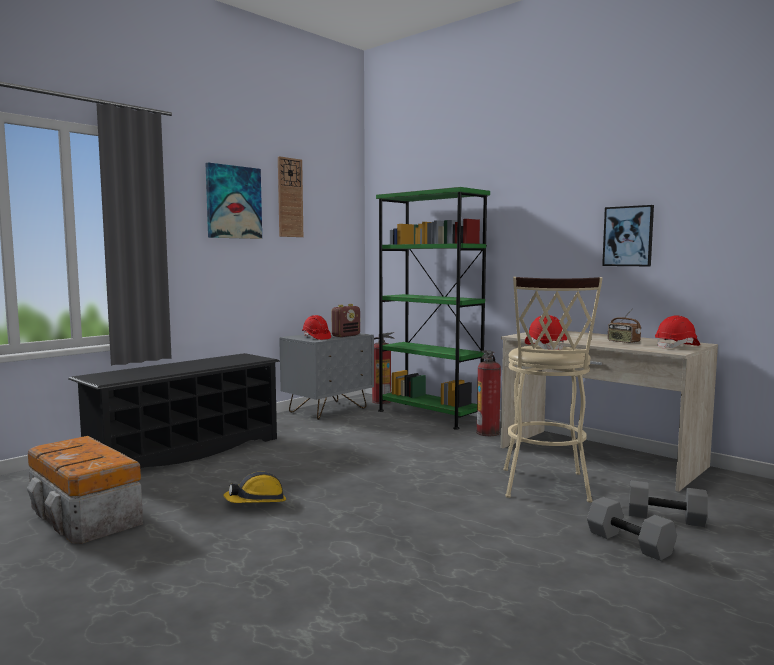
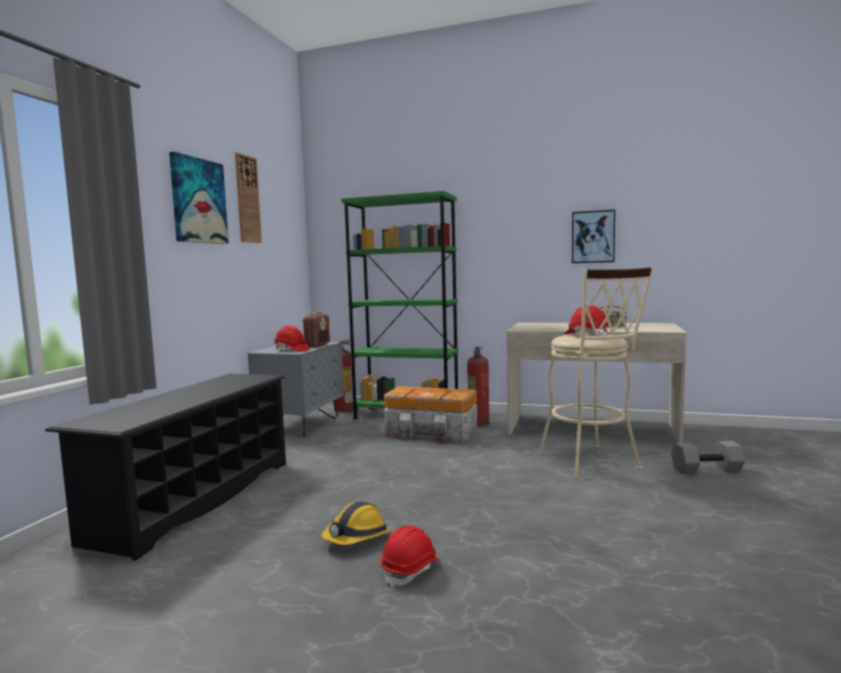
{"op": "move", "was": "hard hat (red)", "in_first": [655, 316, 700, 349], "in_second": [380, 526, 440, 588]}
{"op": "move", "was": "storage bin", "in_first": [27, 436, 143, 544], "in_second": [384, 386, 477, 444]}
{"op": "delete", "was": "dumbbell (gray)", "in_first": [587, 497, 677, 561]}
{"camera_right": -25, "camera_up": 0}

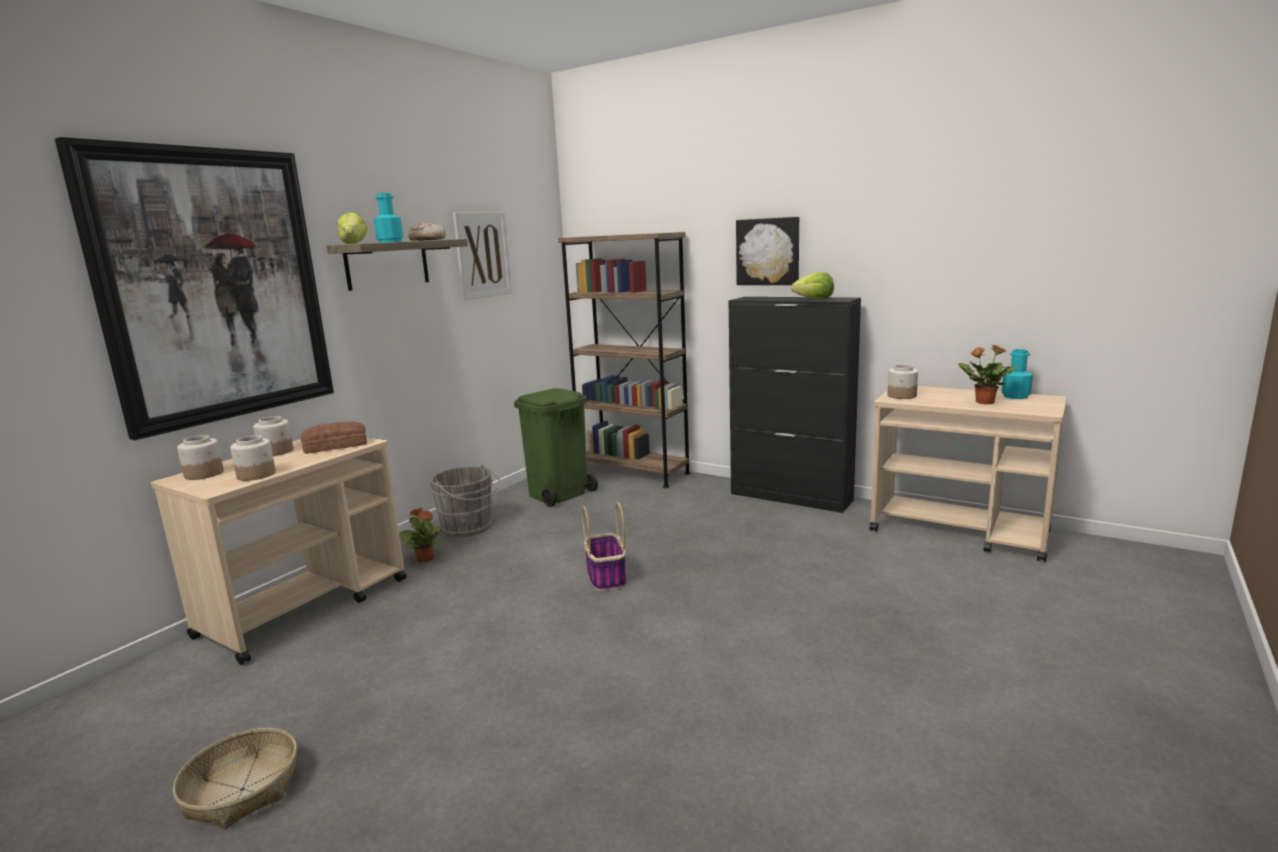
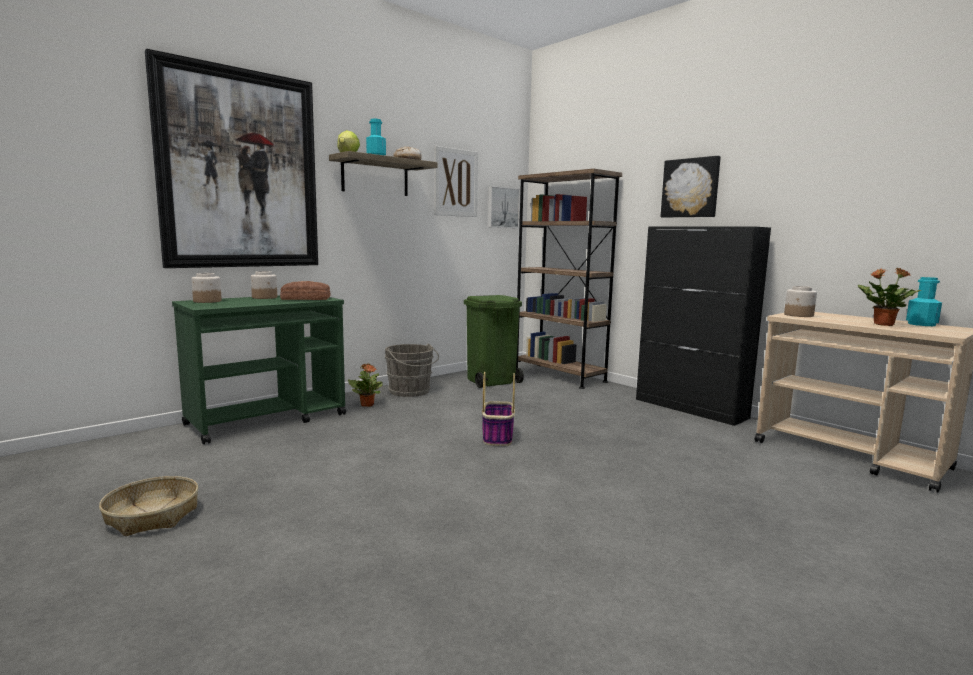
{"op": "delete", "was": "lettuce head", "in_first": [791, 272, 834, 299]}
{"op": "delete", "was": "preserve jar", "in_first": [230, 435, 276, 481]}
{"op": "recolor", "was": "cart (beige-coloured)", "now": "cart (greenish)", "in_first": [151, 437, 407, 665], "in_second": [172, 295, 346, 445]}
{"op": "insert", "now": "picture", "in_second": [488, 186, 520, 228]}
{"camera_right": 15, "camera_up": -5}

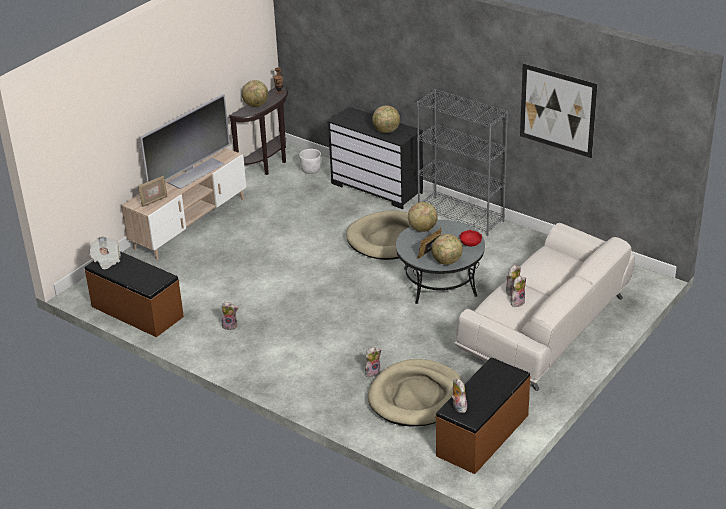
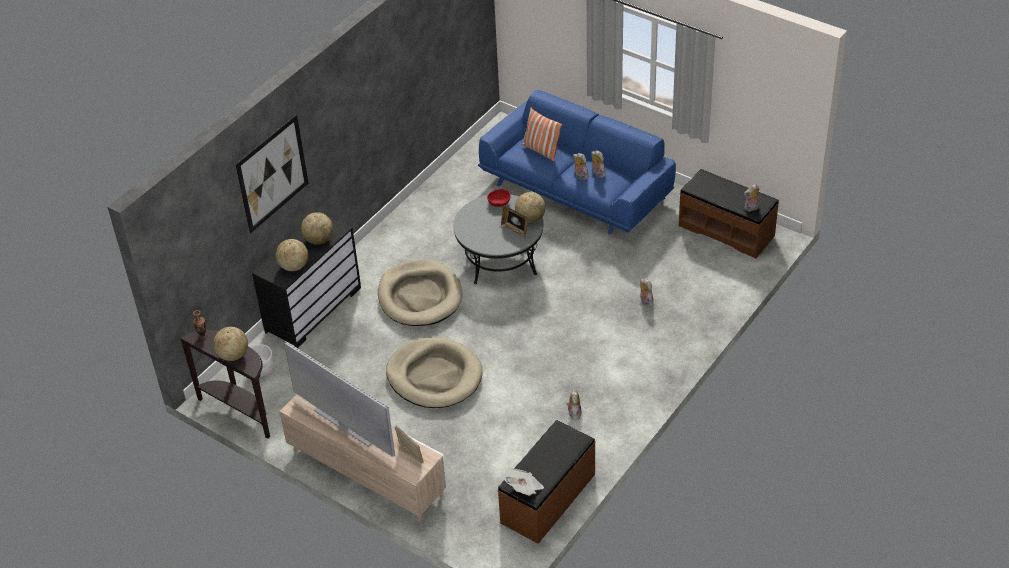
{"op": "move", "was": "picture", "in_first": [520, 64, 597, 158], "in_second": [235, 115, 308, 233]}
{"op": "delete", "was": "bookshelf (gray)", "in_first": [417, 89, 508, 236]}
{"op": "move", "was": "globe", "in_first": [408, 202, 438, 232], "in_second": [276, 239, 308, 271]}
{"op": "recolor", "was": "settee (white)", "now": "settee (blue)", "in_first": [454, 223, 635, 391], "in_second": [478, 90, 676, 234]}
{"op": "move", "was": "dog bed (beige-coloured)", "in_first": [368, 359, 462, 427], "in_second": [386, 337, 483, 408]}
{"op": "insert", "now": "cushion", "in_second": [522, 107, 562, 161]}
{"camera_right": -90, "camera_up": 10}

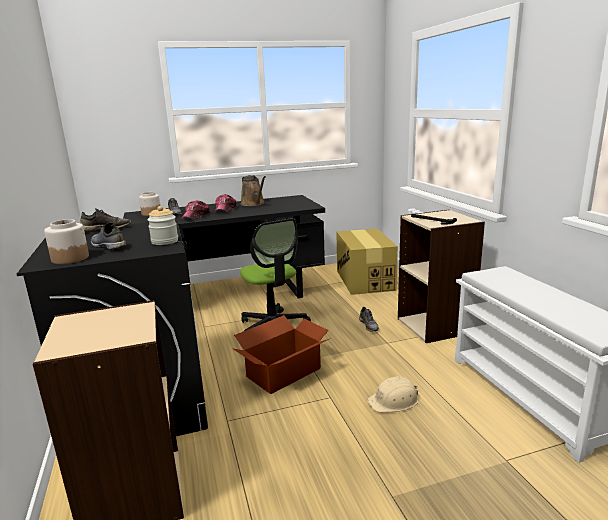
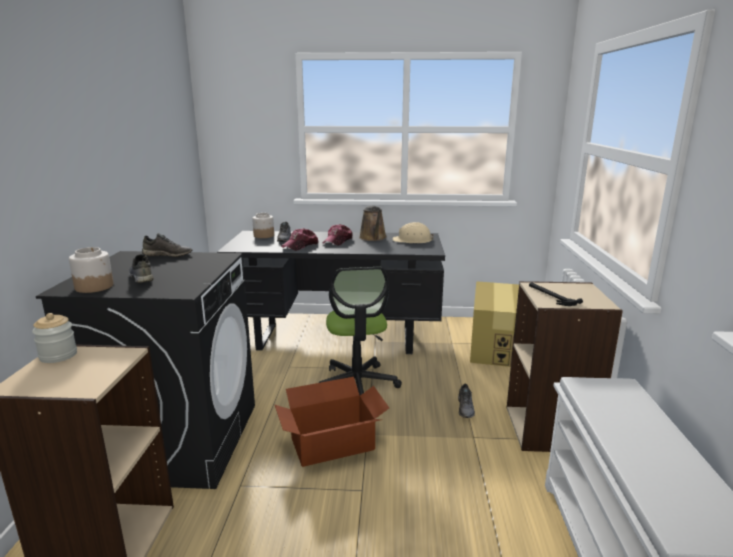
{"op": "move", "was": "preserve jar", "in_first": [147, 206, 178, 245], "in_second": [32, 313, 77, 363]}
{"op": "move", "was": "hard hat (beige-coloured)", "in_first": [367, 376, 418, 412], "in_second": [393, 222, 434, 243]}
{"camera_right": 20, "camera_up": 0}

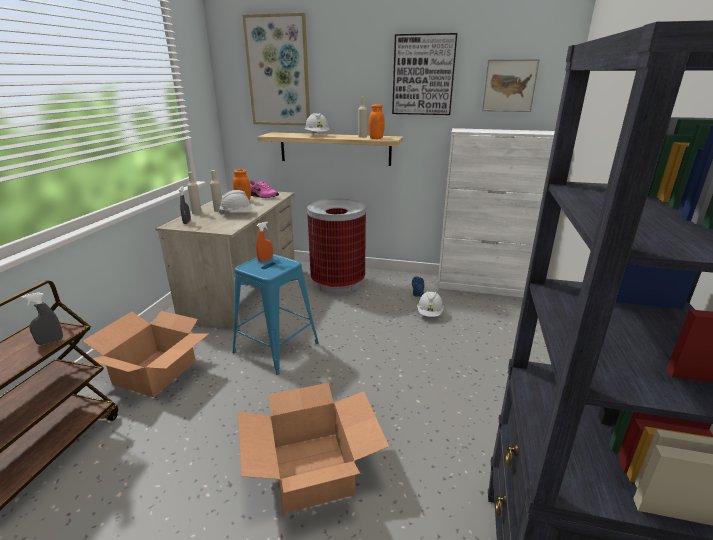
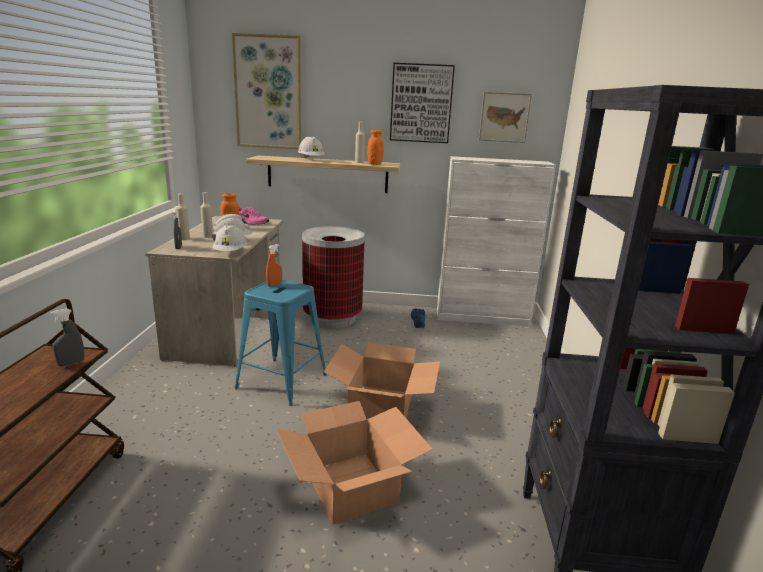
{"op": "move", "was": "hard hat (white)", "in_first": [417, 291, 444, 317], "in_second": [213, 225, 248, 251]}
{"op": "move", "was": "carton", "in_first": [83, 311, 209, 397], "in_second": [324, 343, 440, 419]}
{"camera_right": -10, "camera_up": -5}

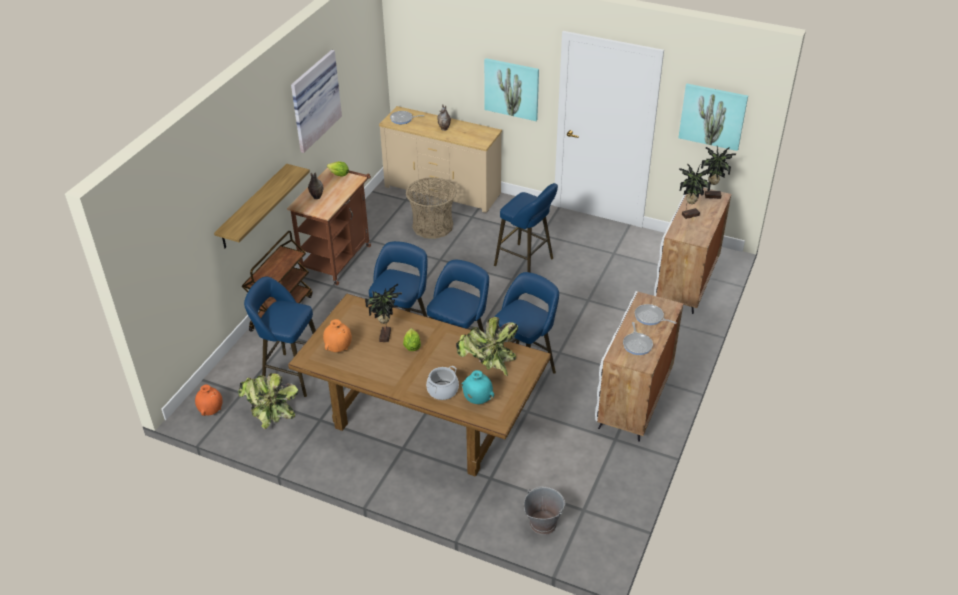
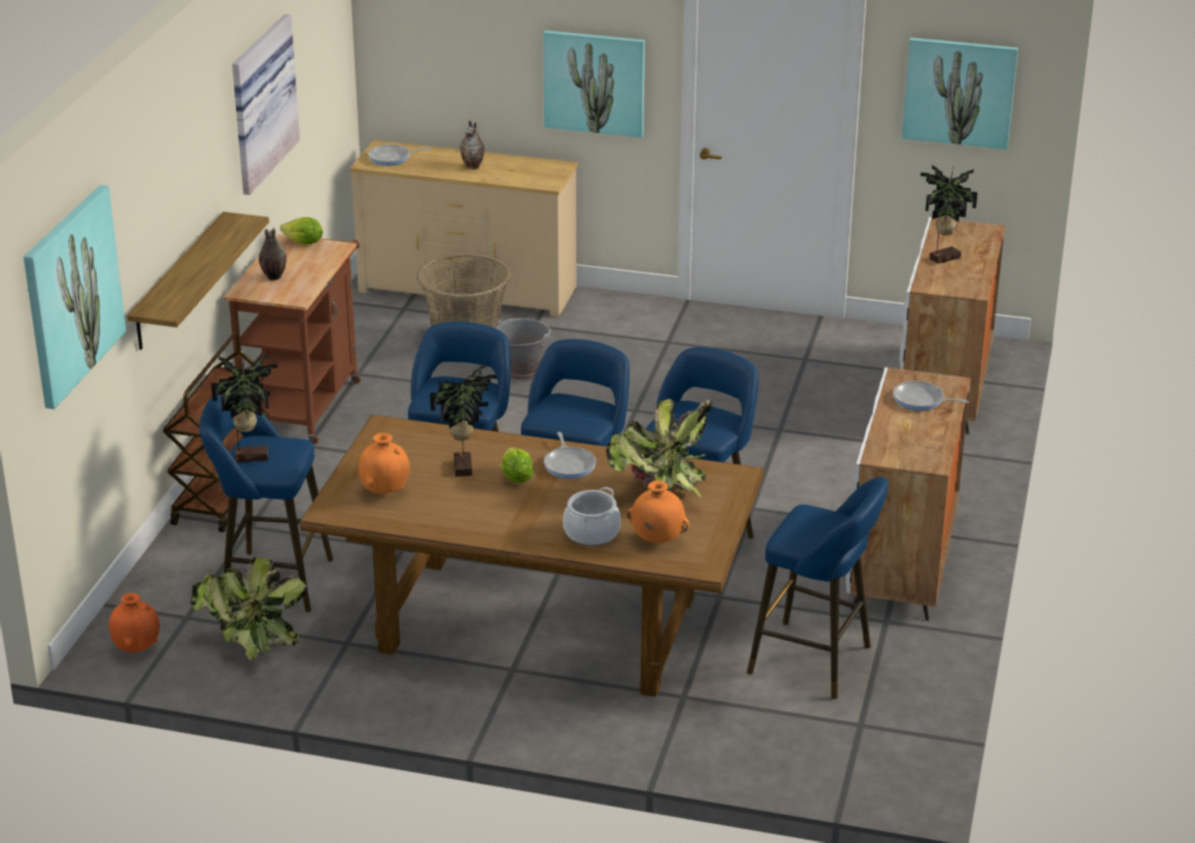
{"op": "move", "was": "plant in a pot", "in_first": [701, 146, 736, 199], "in_second": [211, 353, 278, 462]}
{"op": "move", "was": "stool (blue)", "in_first": [494, 183, 558, 272], "in_second": [747, 477, 889, 699]}
{"op": "move", "was": "skillet", "in_first": [623, 322, 653, 355], "in_second": [544, 432, 596, 479]}
{"op": "recolor", "was": "decorative vase (blue-green)", "now": "decorative vase (orangey)", "in_first": [461, 370, 494, 404], "in_second": [627, 481, 689, 543]}
{"op": "move", "was": "bucket (gray)", "in_first": [524, 486, 565, 535], "in_second": [496, 318, 551, 381]}
{"op": "insert", "now": "picture", "in_second": [24, 185, 126, 409]}
{"camera_right": -10, "camera_up": -10}

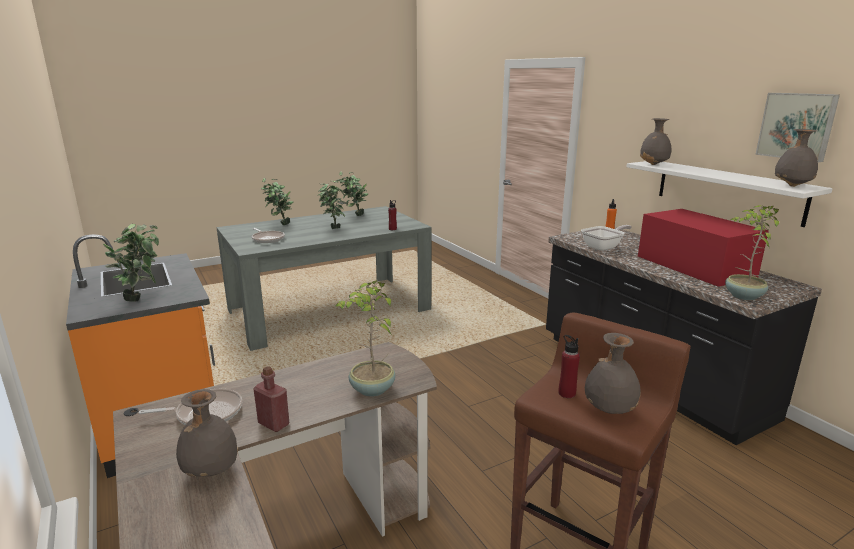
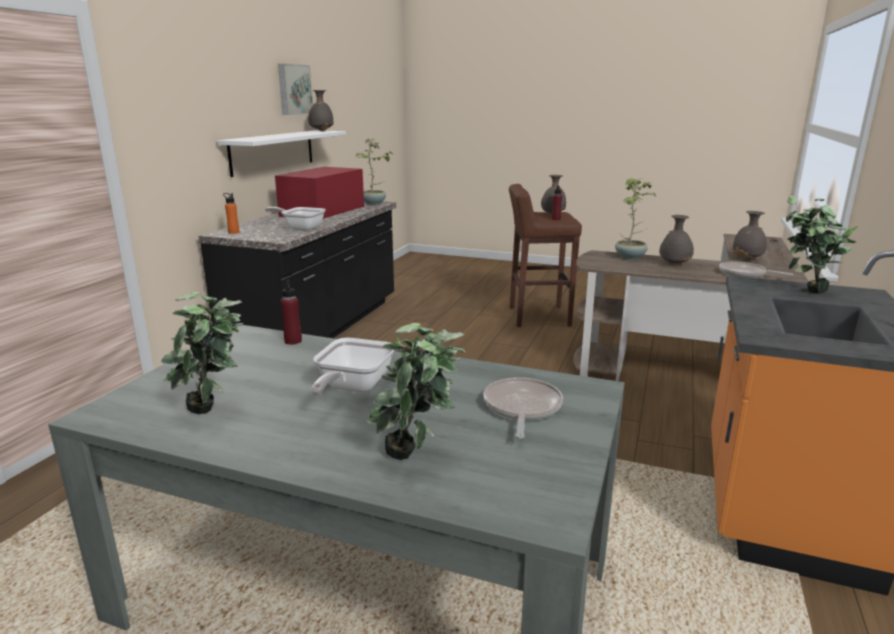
{"op": "move", "was": "decorative vase (gray)", "in_first": [640, 118, 672, 165], "in_second": [659, 215, 694, 266]}
{"op": "replace", "was": "plant in a pot", "now": "skillet", "in_first": [317, 179, 347, 229], "in_second": [311, 338, 394, 395]}
{"op": "delete", "was": "bottle (red)", "in_first": [253, 367, 289, 432]}
{"camera_right": -130, "camera_up": 0}

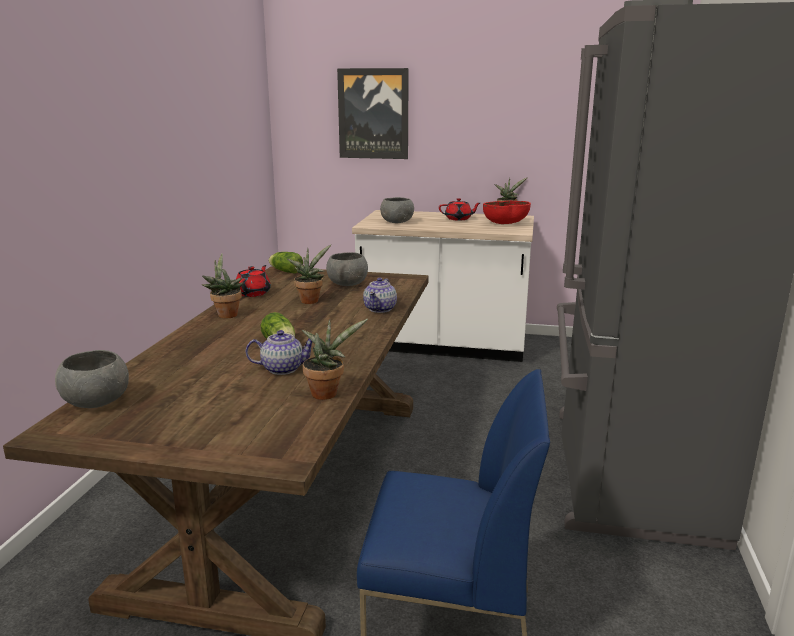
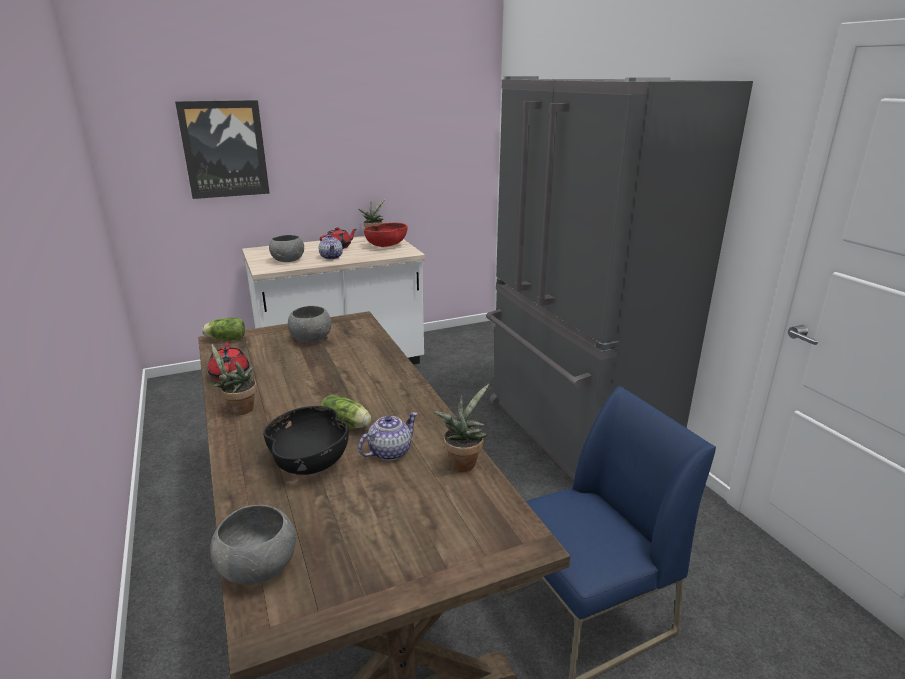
{"op": "delete", "was": "plant in a pot", "in_first": [287, 244, 331, 304]}
{"op": "move", "was": "pot for tea", "in_first": [363, 278, 397, 313], "in_second": [319, 235, 343, 260]}
{"op": "insert", "now": "deep dish (black-coloured)", "in_second": [263, 406, 349, 475]}
{"camera_right": -35, "camera_up": 5}

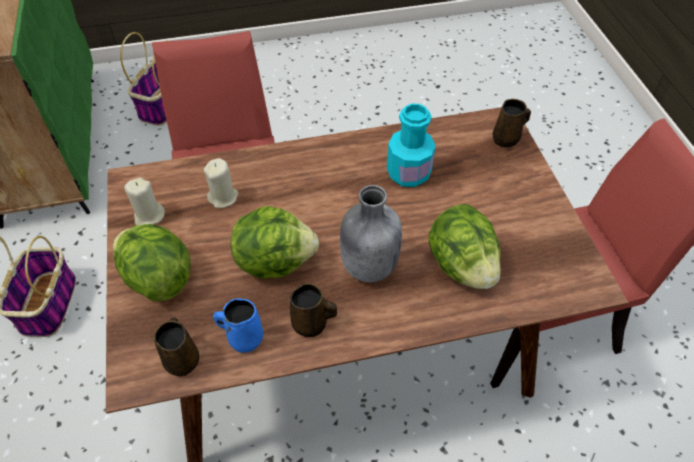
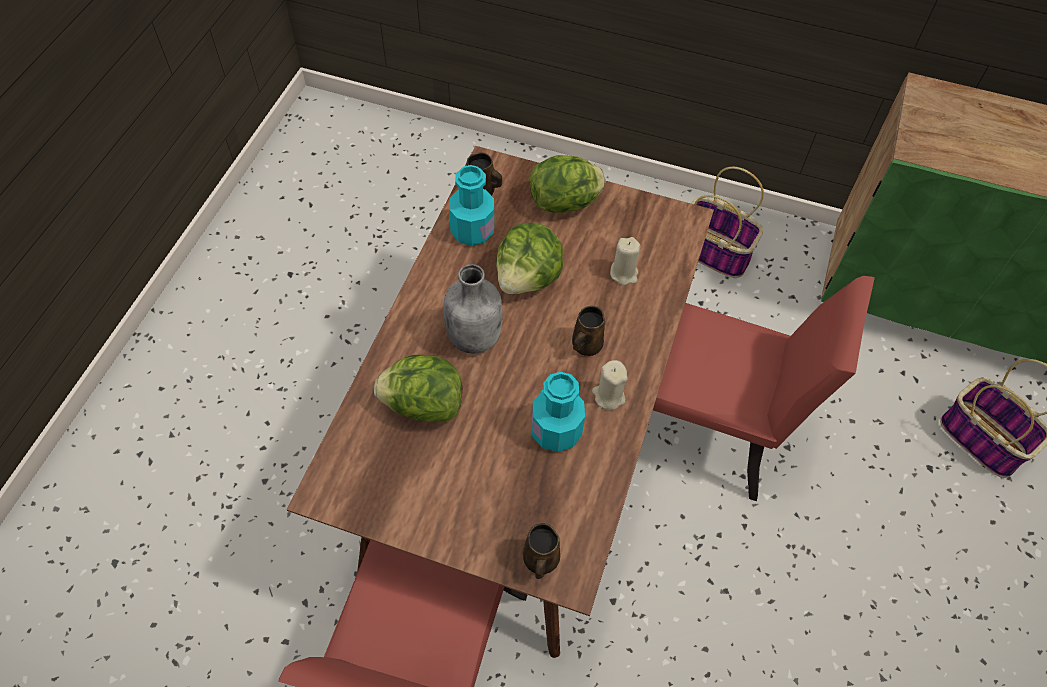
{"op": "move", "was": "candle (beige-coloured)", "in_first": [124, 177, 165, 225], "in_second": [592, 360, 628, 411]}
{"op": "move", "was": "mug (brown)", "in_first": [290, 283, 337, 337], "in_second": [572, 306, 605, 356]}
{"op": "replace", "was": "mug (blue)", "now": "bottle (blue-green)", "in_first": [213, 298, 263, 353], "in_second": [449, 165, 494, 246]}
{"camera_right": 120, "camera_up": 5}

